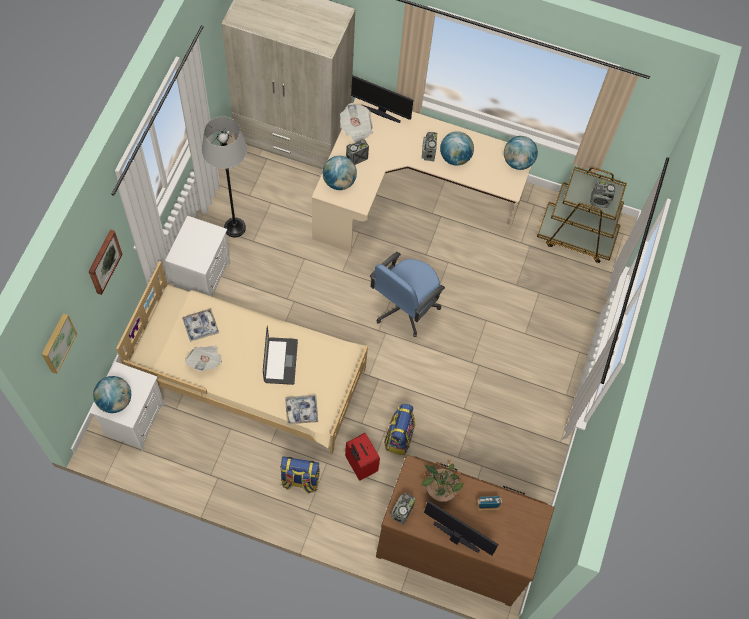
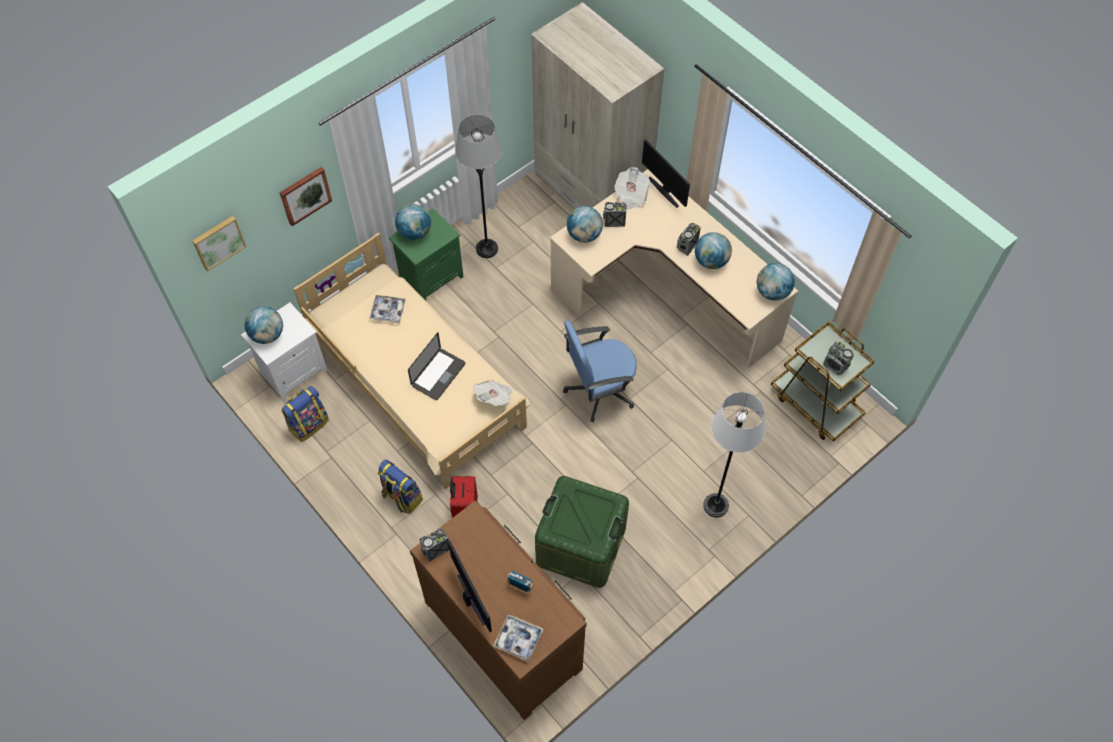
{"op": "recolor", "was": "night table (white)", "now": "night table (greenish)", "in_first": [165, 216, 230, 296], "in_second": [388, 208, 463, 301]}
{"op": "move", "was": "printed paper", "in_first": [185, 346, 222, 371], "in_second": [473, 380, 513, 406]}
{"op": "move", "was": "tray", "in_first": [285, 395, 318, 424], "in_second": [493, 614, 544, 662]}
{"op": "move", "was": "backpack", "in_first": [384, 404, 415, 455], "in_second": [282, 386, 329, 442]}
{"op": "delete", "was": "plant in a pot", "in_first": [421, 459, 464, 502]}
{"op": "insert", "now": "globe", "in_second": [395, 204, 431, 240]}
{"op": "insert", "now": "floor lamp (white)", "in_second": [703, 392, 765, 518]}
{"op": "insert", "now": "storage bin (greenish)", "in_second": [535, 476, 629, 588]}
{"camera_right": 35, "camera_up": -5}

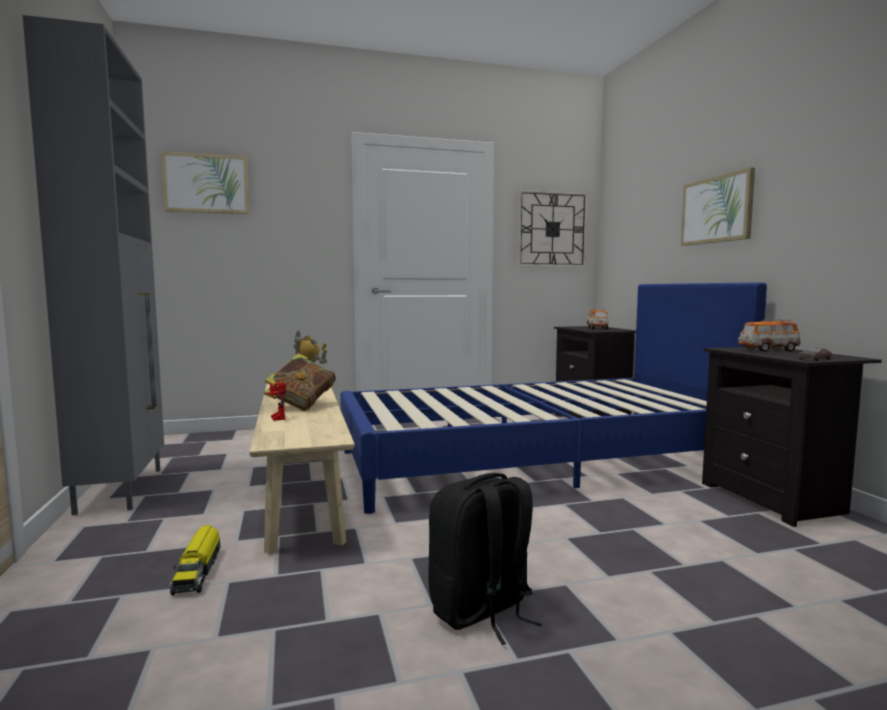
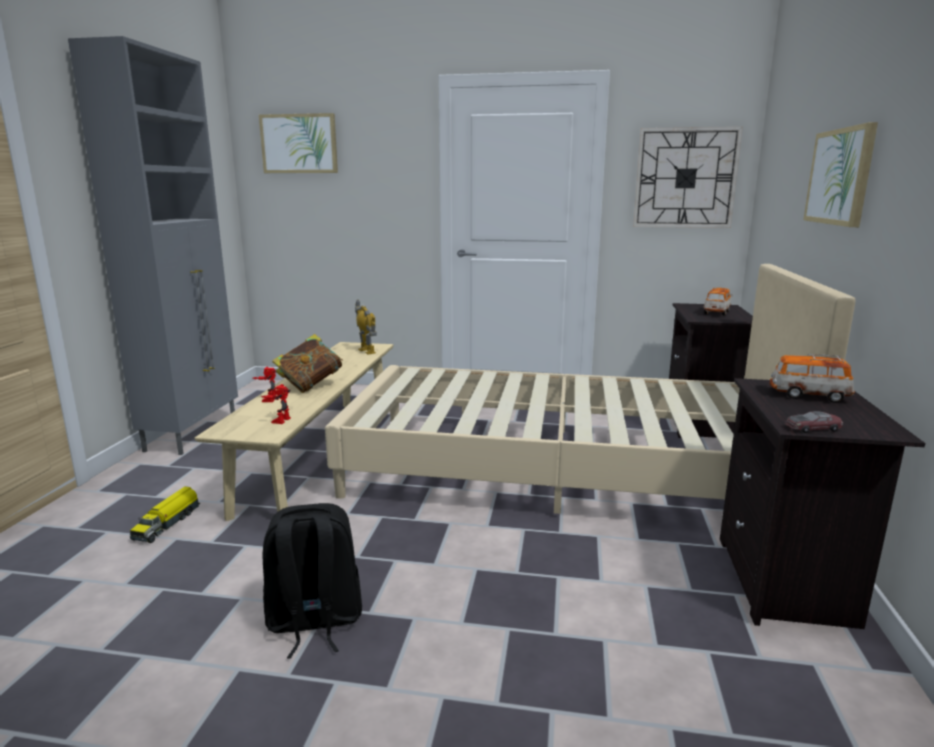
{"op": "recolor", "was": "bedroom bed (blue)", "now": "bedroom bed (beige-coloured)", "in_first": [340, 282, 767, 514], "in_second": [325, 264, 855, 514]}
{"op": "insert", "now": "toy robot", "in_second": [261, 384, 291, 424]}
{"camera_right": 25, "camera_up": 10}

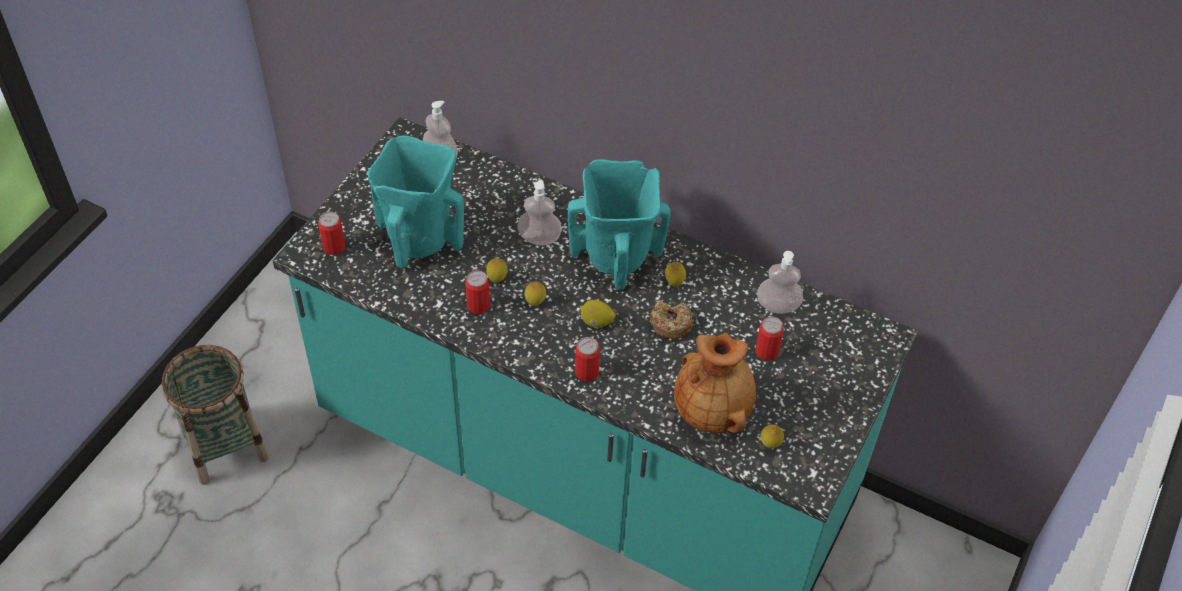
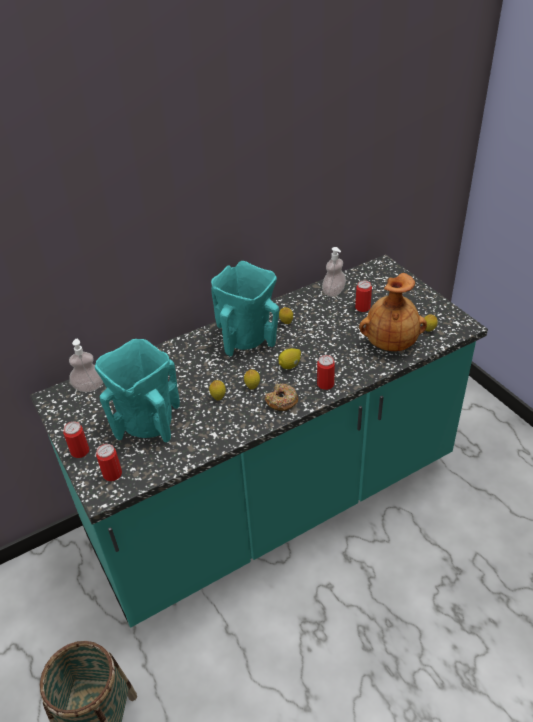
{"op": "delete", "was": "liquid soap bottle", "in_first": [517, 179, 562, 245]}
{"op": "move", "was": "can", "in_first": [465, 270, 490, 314], "in_second": [63, 422, 89, 458]}
{"op": "move", "was": "donut", "in_first": [650, 300, 693, 339], "in_second": [265, 383, 299, 411]}
{"camera_right": -55, "camera_up": -10}

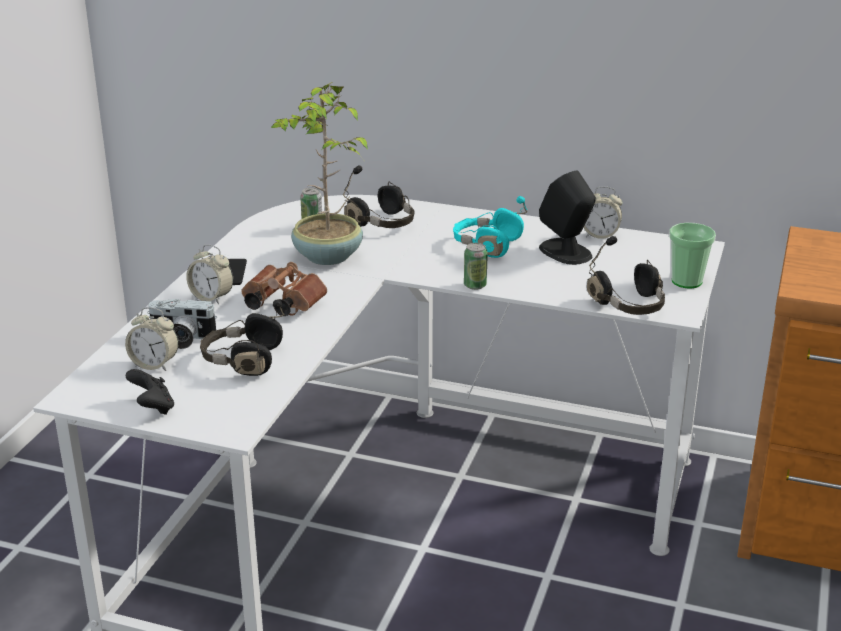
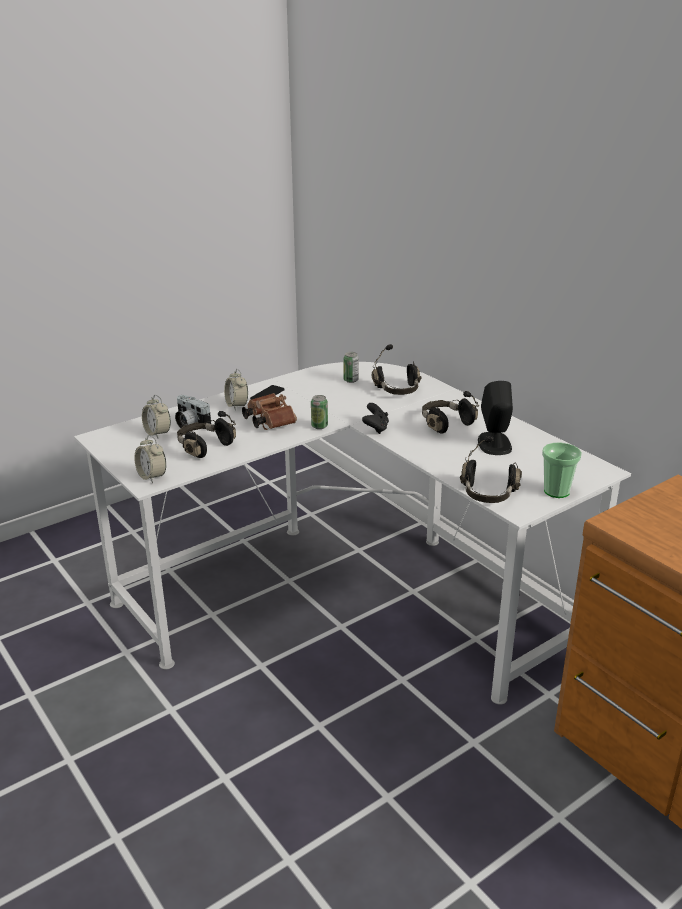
{"op": "delete", "was": "plant in a pot", "in_first": [271, 82, 368, 265]}
{"op": "move", "was": "table clock", "in_first": [584, 186, 623, 239], "in_second": [134, 435, 166, 483]}
{"op": "recolor", "was": "pair of headphones (blue-green)", "now": "pair of headphones (black-coloured)", "in_first": [453, 196, 527, 258], "in_second": [422, 391, 479, 434]}
{"op": "move", "was": "can", "in_first": [464, 243, 488, 290], "in_second": [311, 395, 328, 429]}
{"op": "move", "was": "joypad (black-coloured)", "in_first": [126, 369, 174, 415], "in_second": [362, 403, 389, 434]}
{"camera_right": 35, "camera_up": 0}

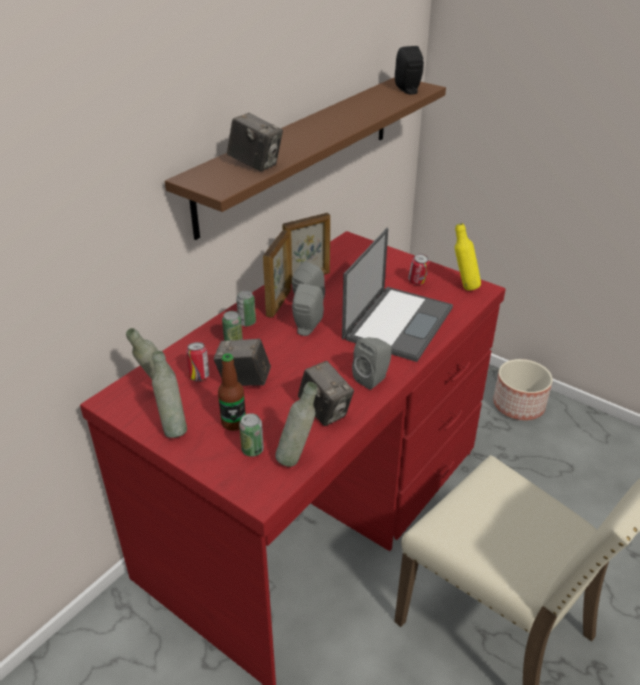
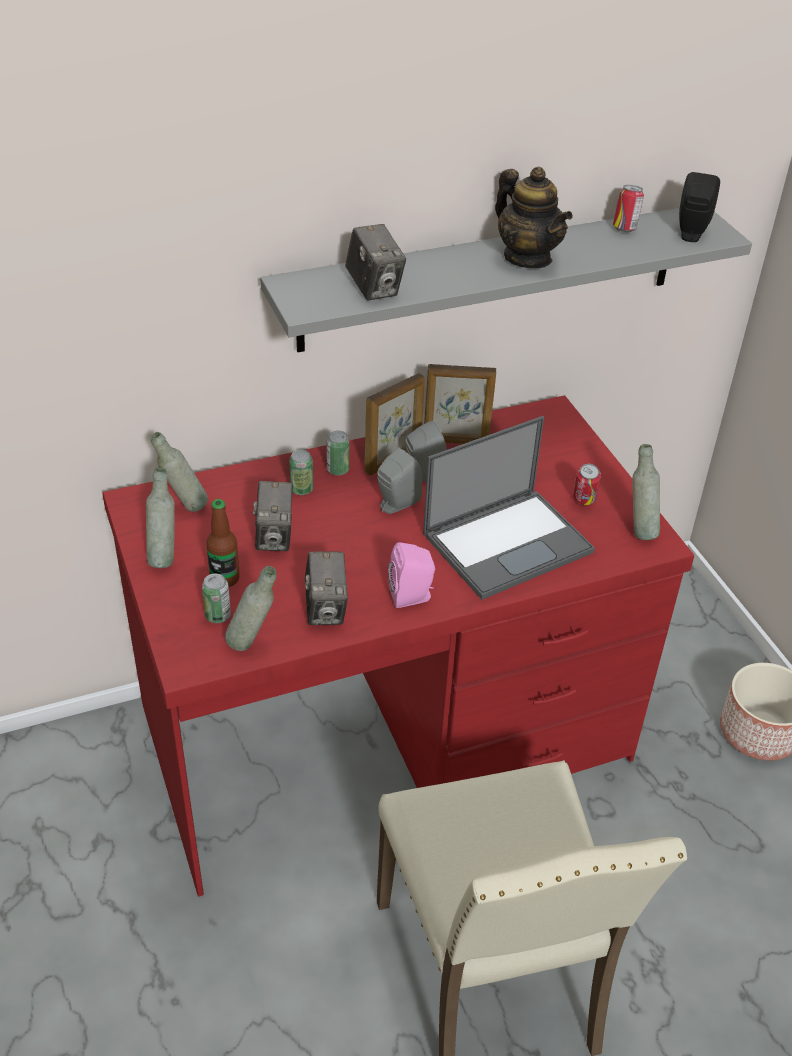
{"op": "recolor", "was": "wall shelf (brown)", "now": "wall shelf (gray)", "in_first": [165, 77, 446, 240], "in_second": [260, 208, 752, 352]}
{"op": "recolor", "was": "bottle (yellow-coloured)", "now": "bottle (gray)", "in_first": [455, 223, 481, 291], "in_second": [632, 444, 660, 540]}
{"op": "recolor", "was": "audio speaker (gray)", "now": "audio speaker (pink-coloured)", "in_first": [352, 337, 391, 390], "in_second": [388, 542, 435, 608]}
{"op": "rotate", "was": "photo camera", "in_first": [214, 338, 271, 386], "in_second": [253, 481, 293, 551], "clockwise": -135}
{"op": "move", "was": "can", "in_first": [186, 342, 209, 381], "in_second": [613, 185, 644, 232]}
{"op": "insert", "now": "pot for tea", "in_second": [495, 167, 573, 268]}
{"camera_right": 30, "camera_up": 5}

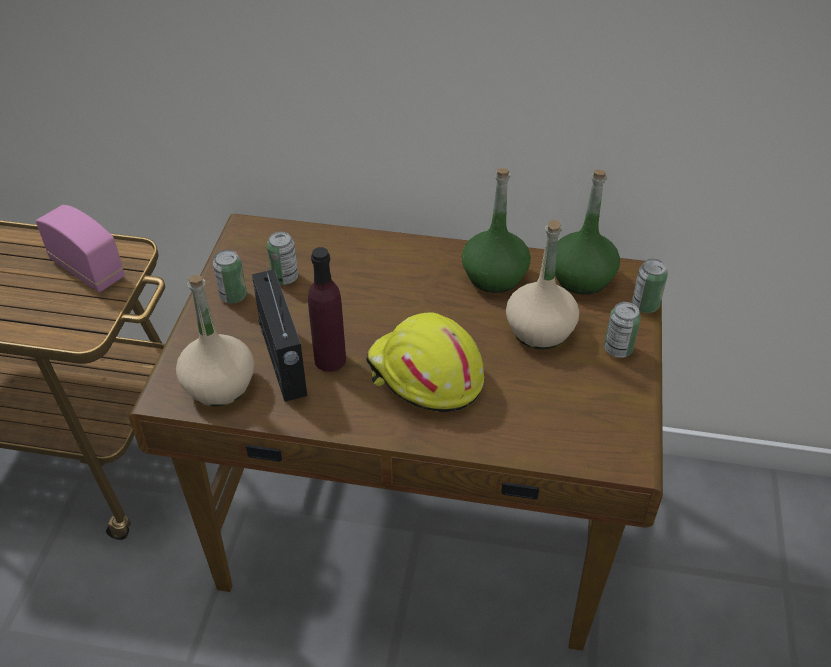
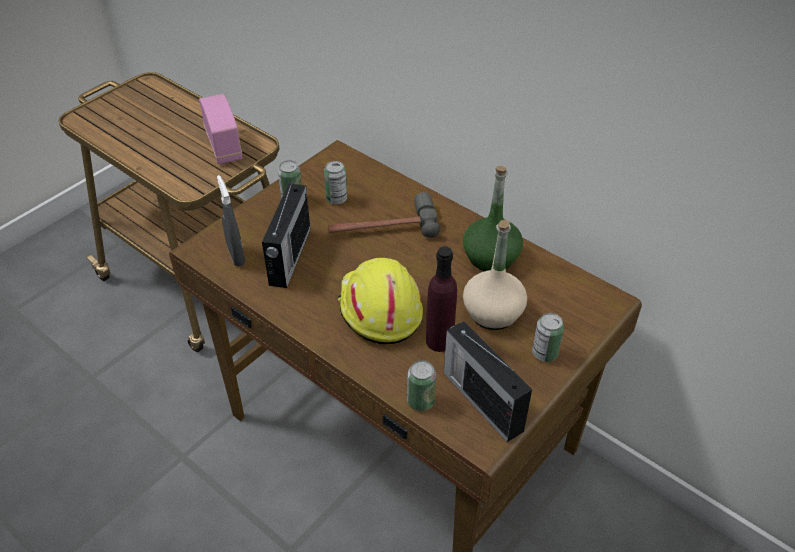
{"op": "delete", "was": "bottle (greenish)", "in_first": [555, 169, 620, 294]}
{"op": "move", "was": "bottle (purple)", "in_first": [308, 247, 346, 372], "in_second": [426, 246, 457, 352]}
{"op": "move", "was": "can", "in_first": [632, 259, 668, 313], "in_second": [407, 360, 436, 411]}
{"op": "replace", "was": "bottle (beige-coloured)", "now": "sprayer (gray)", "in_first": [176, 275, 254, 406], "in_second": [217, 175, 245, 267]}
{"op": "insert", "now": "tool hammer", "in_second": [328, 192, 441, 238]}
{"op": "insert", "now": "radio", "in_second": [444, 321, 532, 442]}
{"camera_right": 30, "camera_up": 0}

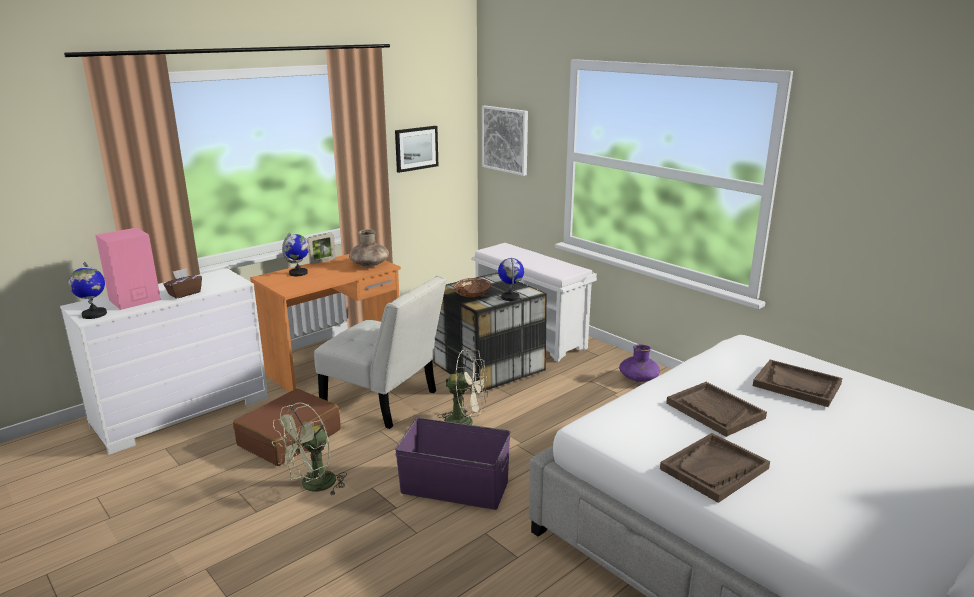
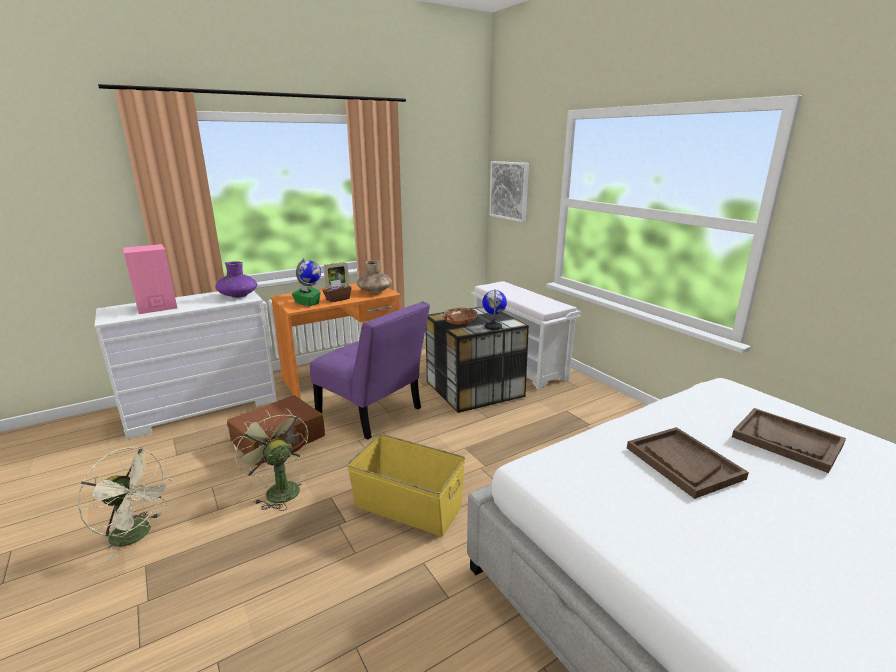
{"op": "delete", "was": "picture", "in_first": [395, 126, 438, 173]}
{"op": "delete", "was": "globe", "in_first": [68, 262, 107, 319]}
{"op": "move", "was": "tissue box (brown)", "in_first": [164, 268, 202, 299], "in_second": [323, 280, 351, 302]}
{"op": "recolor", "was": "plain chair (white)", "now": "plain chair (purple)", "in_first": [314, 276, 447, 429], "in_second": [310, 302, 430, 439]}
{"op": "move", "was": "decorative vase (purple)", "in_first": [619, 344, 660, 382], "in_second": [215, 261, 257, 298]}
{"op": "move", "was": "electric fan (beige-coloured)", "in_first": [437, 350, 488, 425], "in_second": [78, 447, 173, 560]}
{"op": "rotate", "was": "electric fan (greenish)", "in_first": [272, 403, 347, 496], "in_second": [232, 408, 309, 511], "clockwise": 90}
{"op": "recolor", "was": "storage bin (purple)", "now": "storage bin (yellow-coloured)", "in_first": [395, 418, 511, 510], "in_second": [347, 434, 465, 537]}
{"op": "delete", "was": "tray (brown)", "in_first": [660, 433, 770, 503]}
{"op": "insert", "now": "tissue box (greenish)", "in_second": [292, 284, 320, 306]}
{"camera_right": 10, "camera_up": 0}

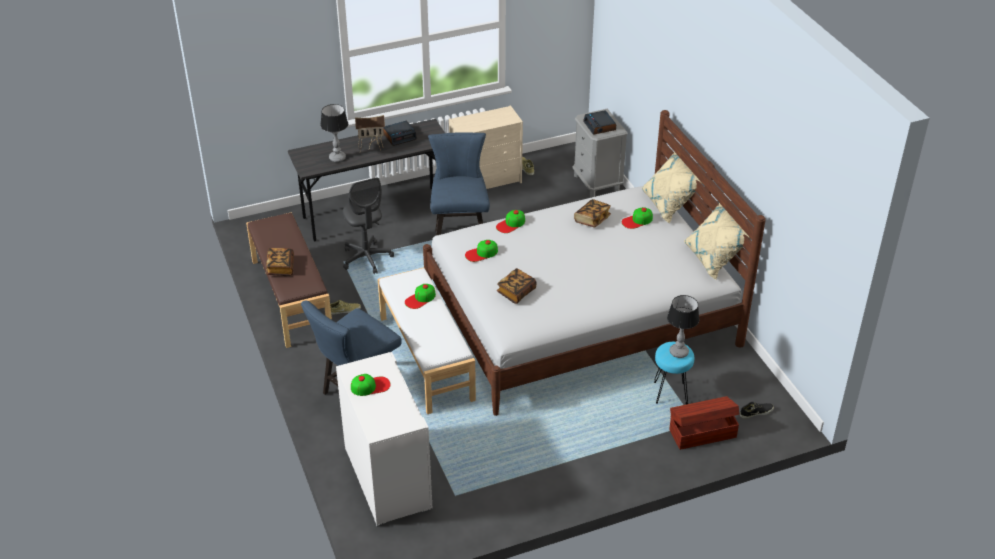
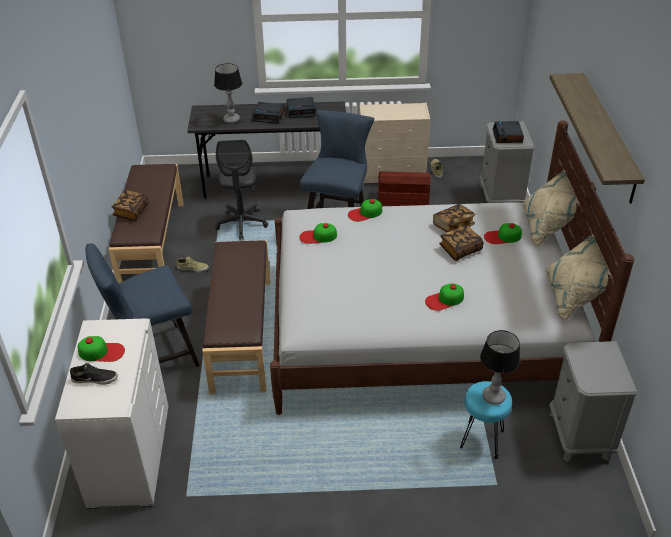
{"op": "replace", "was": "miniature house", "now": "table clock", "in_first": [355, 115, 385, 151], "in_second": [252, 102, 285, 124]}
{"op": "recolor", "was": "long seat (white)", "now": "long seat (brown)", "in_first": [378, 268, 476, 414], "in_second": [202, 240, 270, 394]}
{"op": "move", "was": "bound book", "in_first": [497, 268, 537, 304], "in_second": [439, 225, 484, 261]}
{"op": "move", "was": "baseball cap", "in_first": [405, 284, 436, 309], "in_second": [425, 283, 464, 311]}
{"op": "move", "was": "storage bin (brown)", "in_first": [669, 396, 739, 450], "in_second": [378, 172, 431, 206]}
{"op": "move", "was": "low shoe (black-coloured)", "in_first": [740, 402, 774, 419], "in_second": [70, 363, 118, 385]}
{"op": "insert", "now": "wall shelf", "in_second": [549, 73, 645, 204]}
{"op": "insert", "now": "night table (gray)", "in_second": [549, 341, 637, 462]}
{"camera_right": 20, "camera_up": 0}

